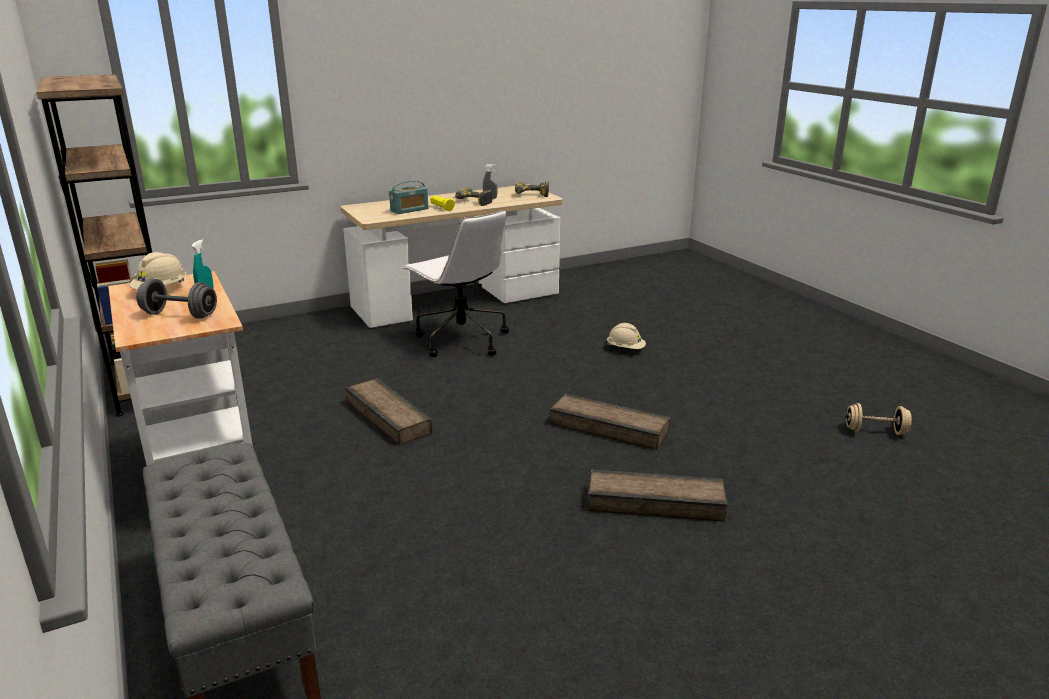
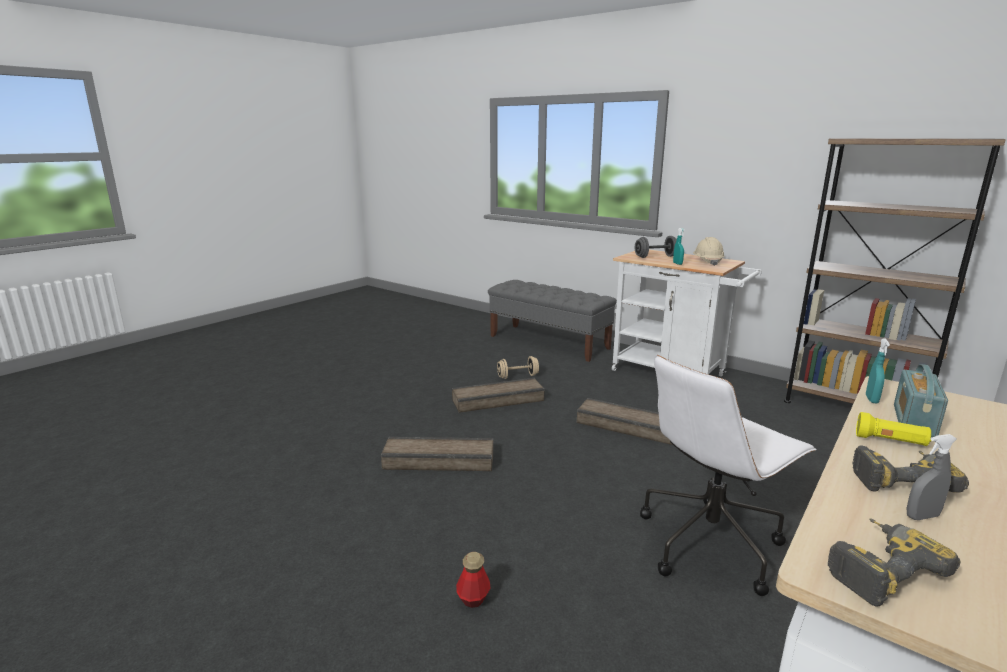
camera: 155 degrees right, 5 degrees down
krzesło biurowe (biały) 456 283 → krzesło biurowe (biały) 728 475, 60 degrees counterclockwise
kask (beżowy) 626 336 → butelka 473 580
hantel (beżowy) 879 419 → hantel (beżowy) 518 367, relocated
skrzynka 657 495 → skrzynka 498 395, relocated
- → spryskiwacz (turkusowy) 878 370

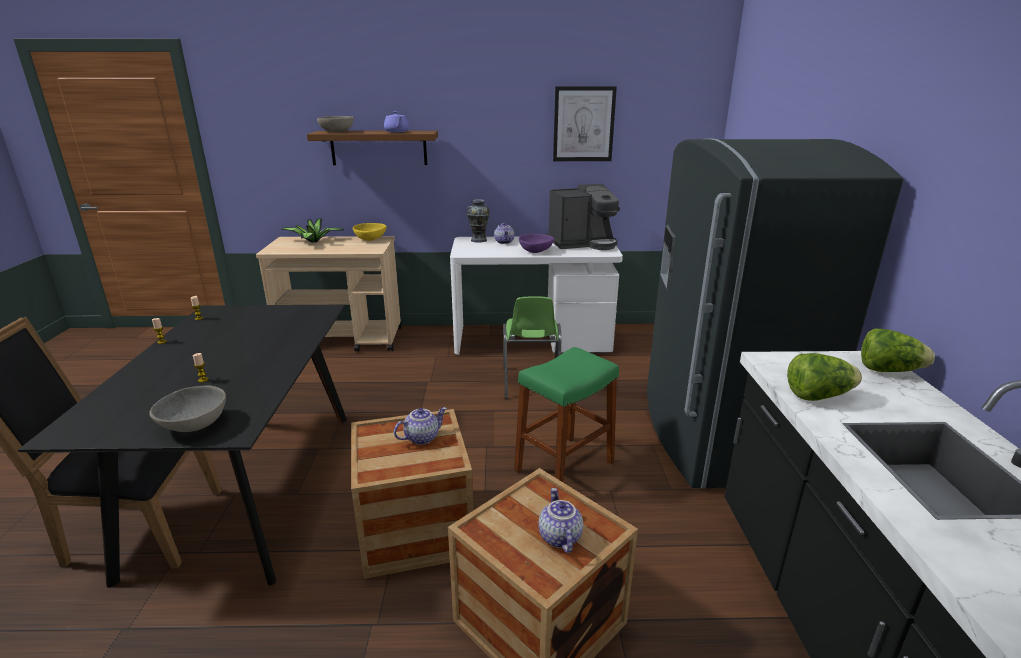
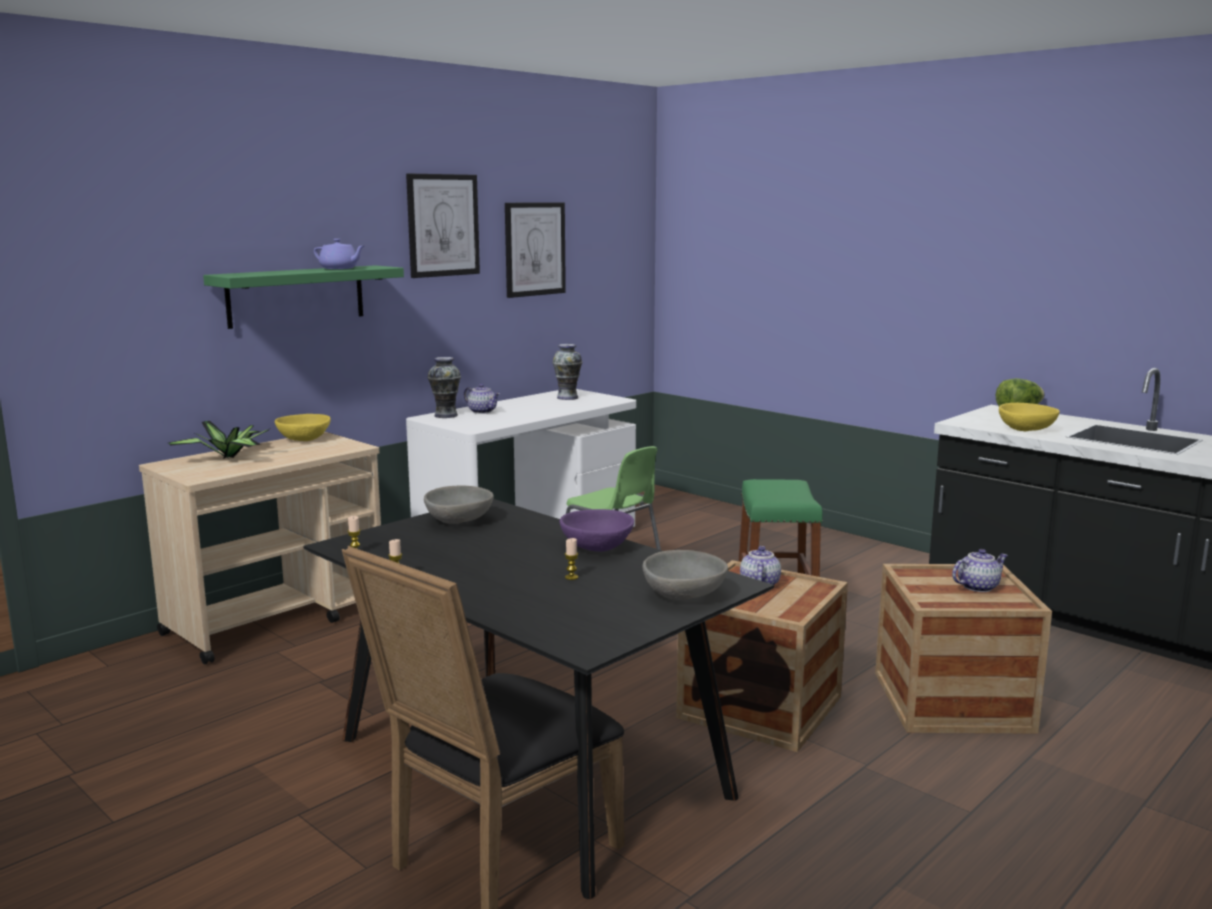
camera: 45 degrees left, 10 degrees down
miska (szary) 335 124 → miska (szary) 459 505, relocated
półka (brązowy) 372 148 → półka (zielony) 303 297
lodówka (szary) 775 313 → -
ekspres do kawy 583 217 → wazon 567 372
miska (fioletowy) 536 243 → miska (fioletowy) 597 530, relocated
sałata 824 377 → miska (żółty) 1029 417
imbryk 560 520 → imbryk 980 570, 120 degrees clockwise
- → obraz 443 226

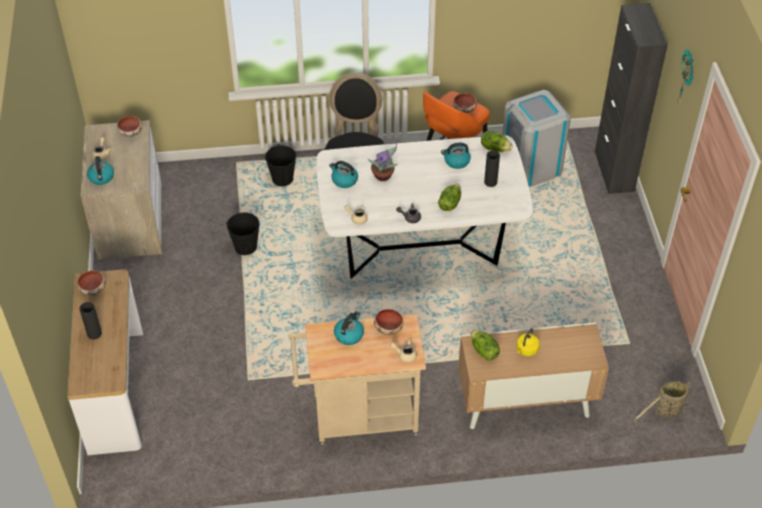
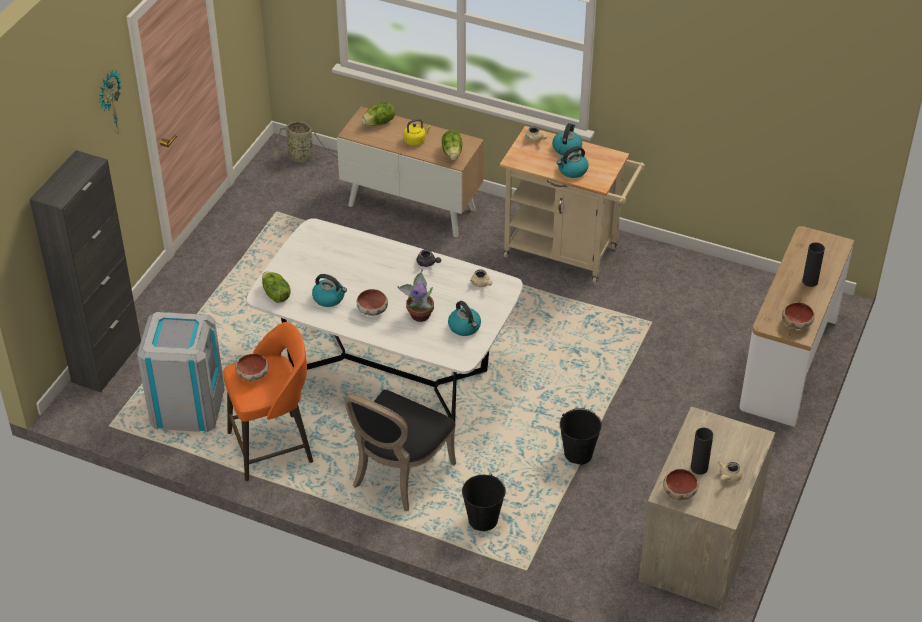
camera: 150 degrees left, 5 degrees down
wazon (czarny) 492 169 → wazon (czarny) 702 451, relocated
czajnik 100 170 → czajnik 567 139, relocated
sałata 449 197 → sałata 378 114, relocated
miska 388 322 → miska 372 302, relocated

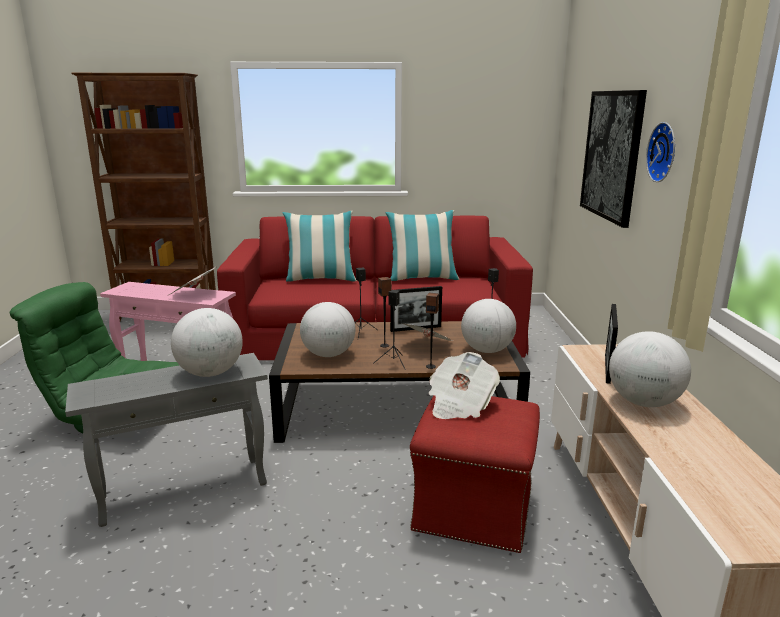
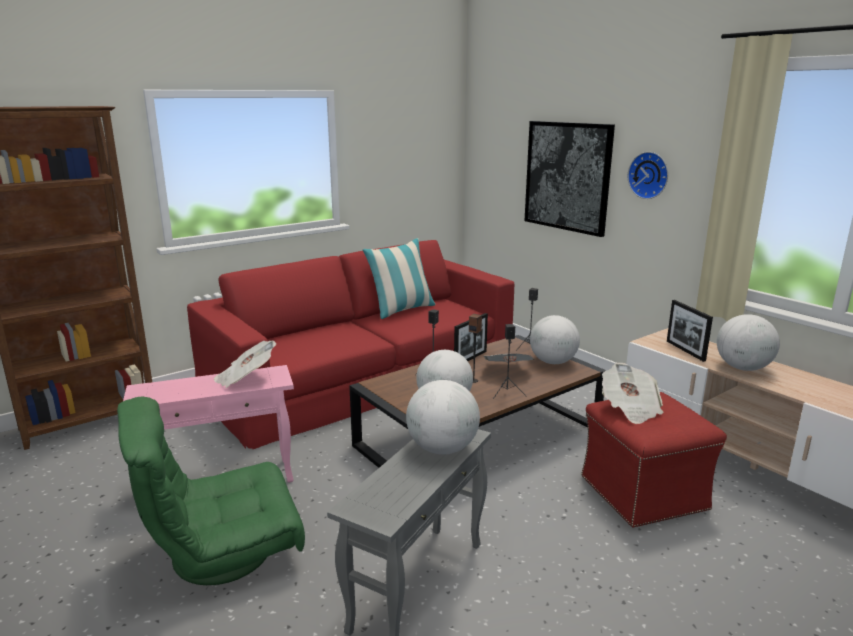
camera: 35 degrees left, 0 degrees up
poduszka 319 246 → -
głośnik 432 331 → -

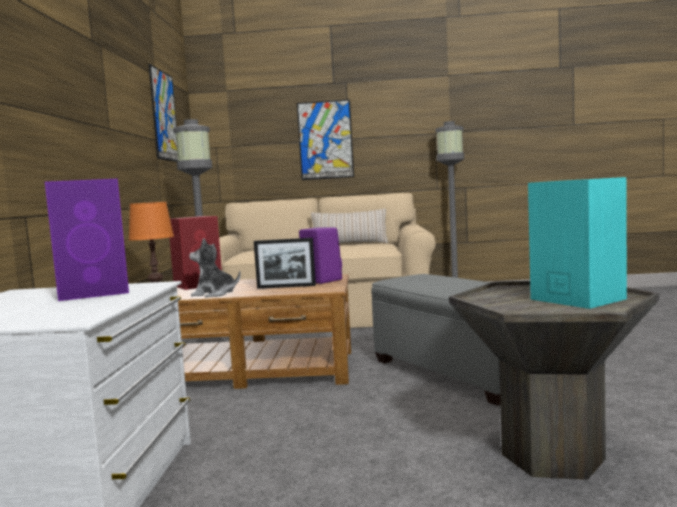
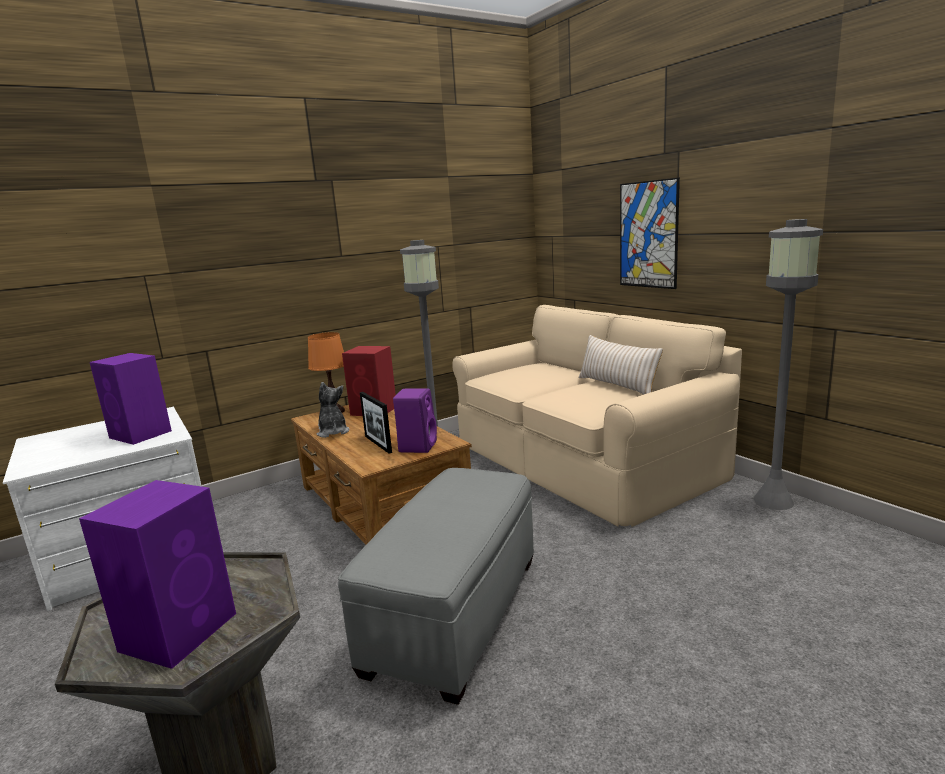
camera: 55 degrees right, 10 degrees up
obraz 163 113 → -
głośnik (turkusowy) 577 243 → głośnik (fioletowy) 157 574

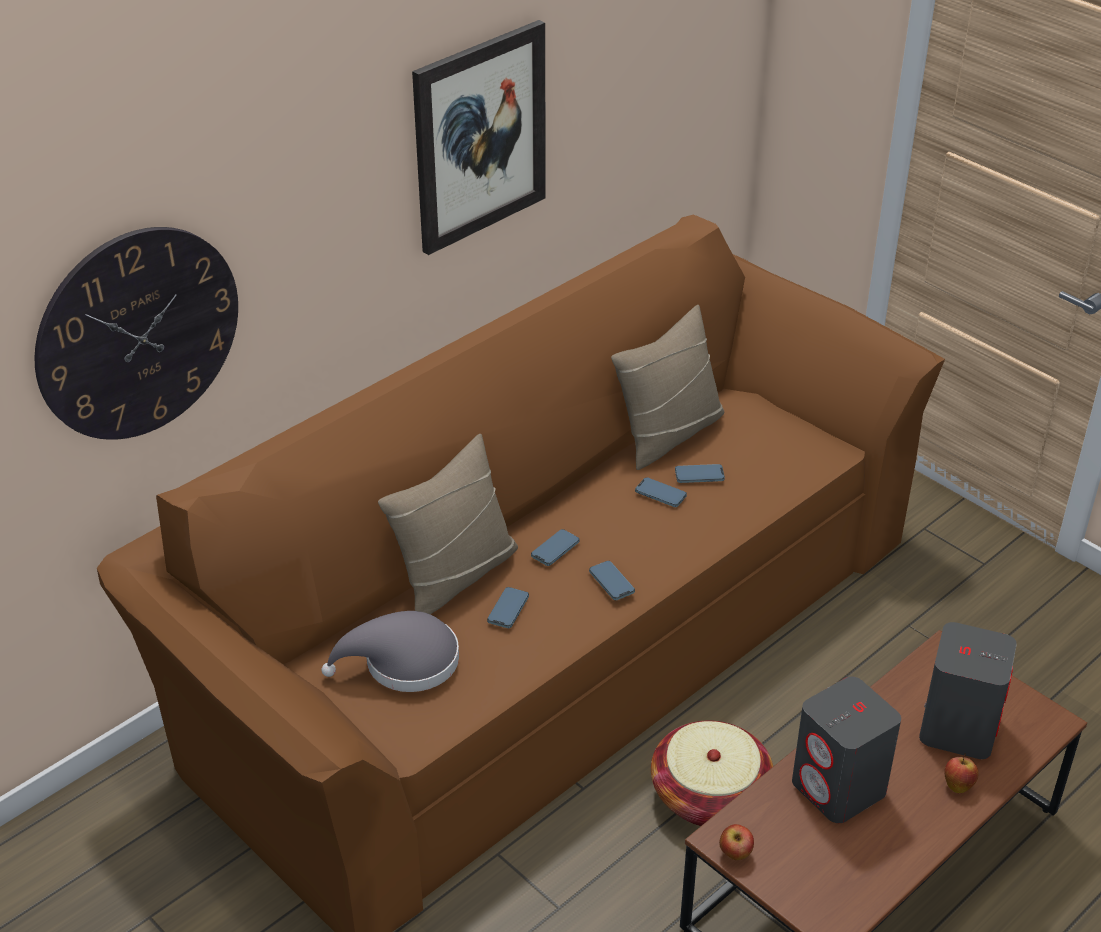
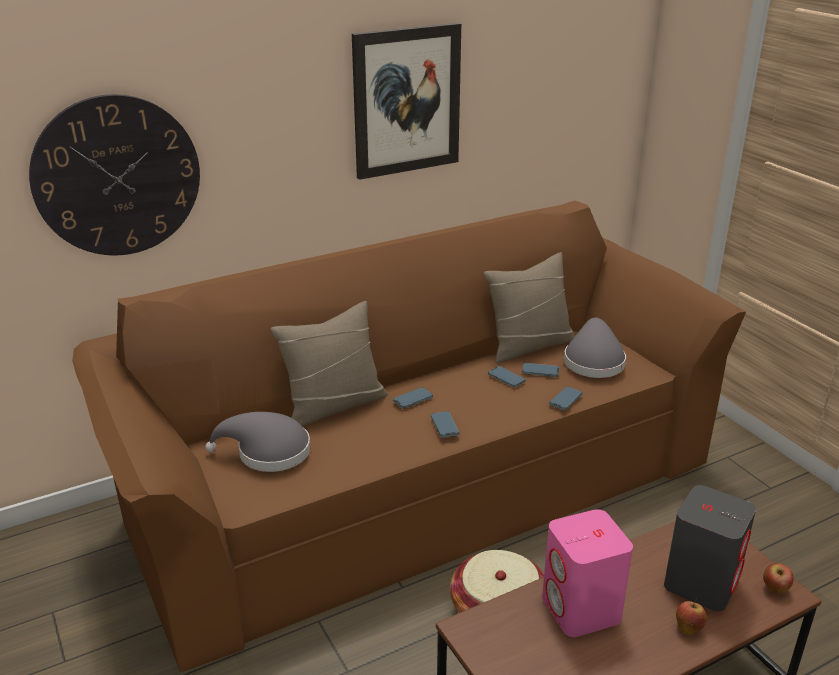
camera: 15 degrees right, 10 degrees down
telefon 508 607 → telefon 565 398, relocated
głośnik (szary) 846 750 → głośnik (różowy) 587 573
jabłko 736 842 → jabłko 778 578, relocated
- → kapelusz (szary) 595 348

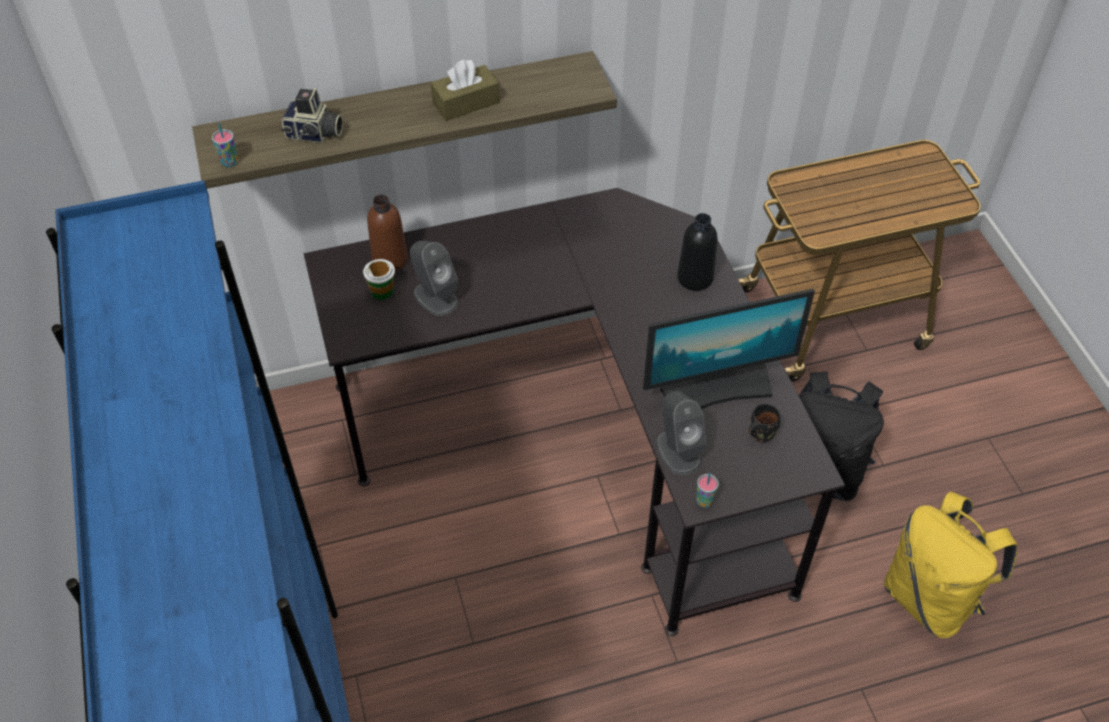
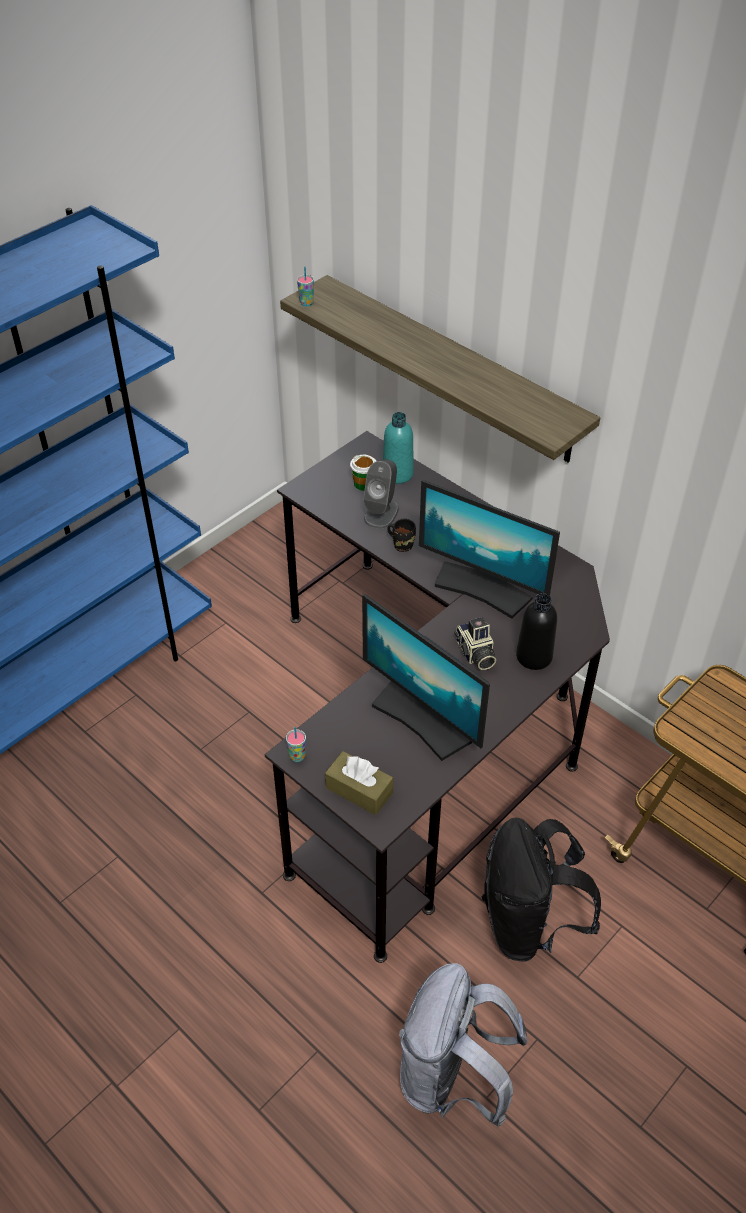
camera: 60 degrees right, 5 degrees down
pudełko chusteczek (brązowy) 465 90 → pudełko chusteczek (brązowy) 359 783, relocated
aparat fotograficzny 312 115 → aparat fotograficzny 475 643, relocated
butelka (brązowy) 387 232 → butelka (turkusowy) 398 448
głośnik (szary) 681 433 → -
kubek (czarny) 765 423 → kubek (czarny) 401 535, relocated
plecak (żółty) 950 565 → plecak (szary) 463 1045
- → monitor 489 549

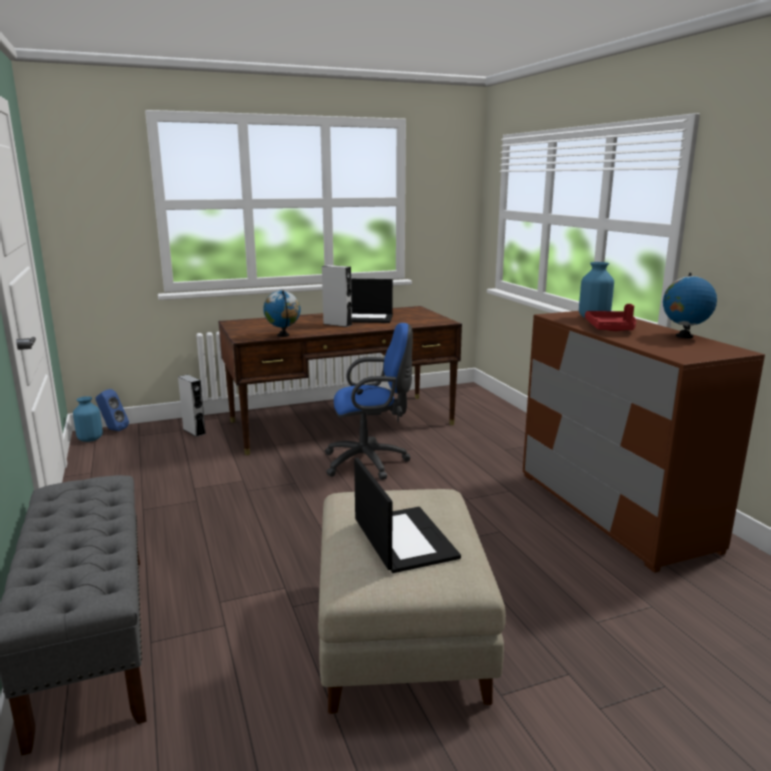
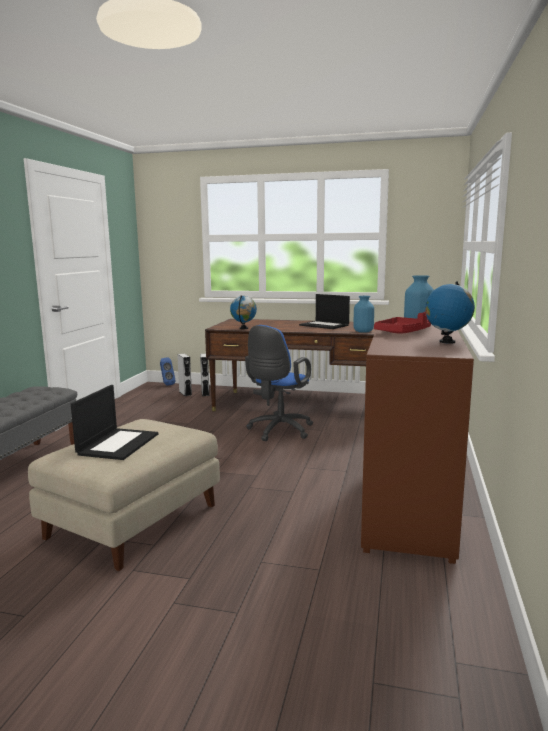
camera: 35 degrees right, 5 degrees down
głośnik (szary) 337 296 → głośnik (szary) 184 375, relocated
krzesło biurowe (niebieski) 369 401 → krzesło biurowe (niebieski) 279 383, 90 degrees clockwise
wazon (niebieski) 88 419 → wazon (niebieski) 364 314, relocated

